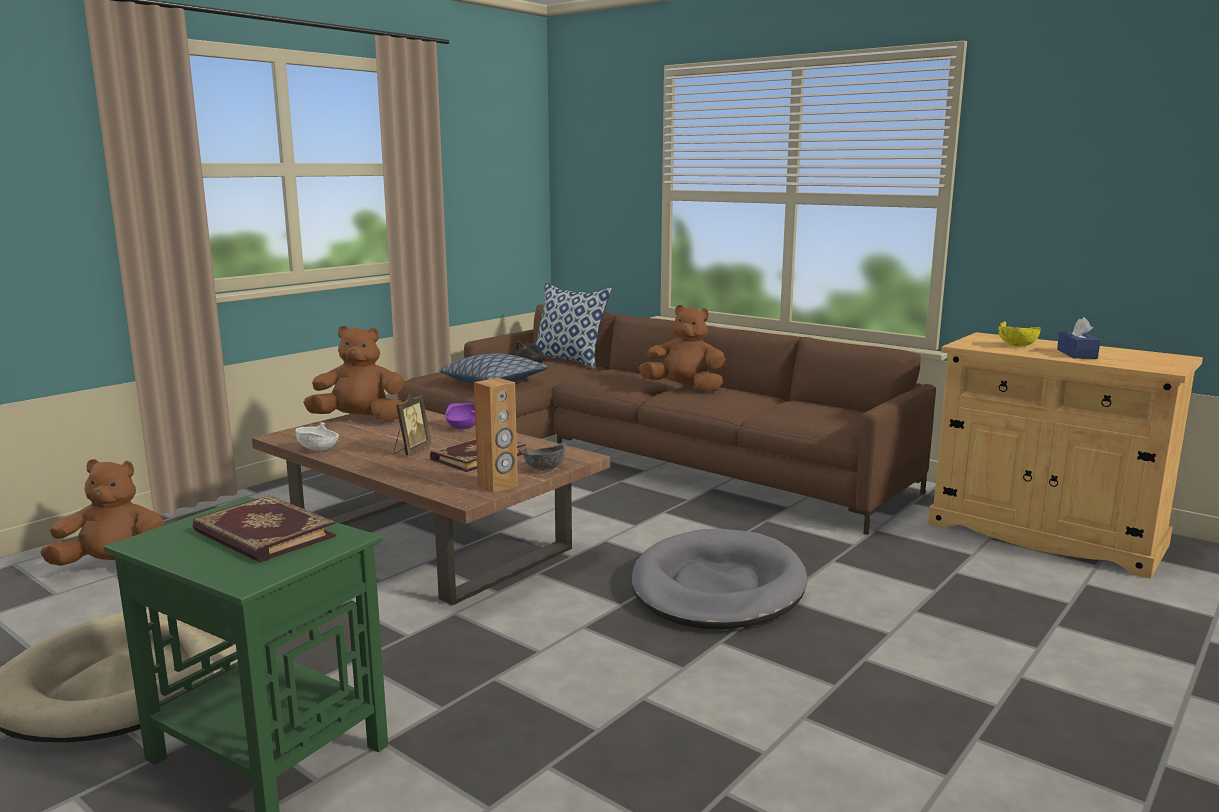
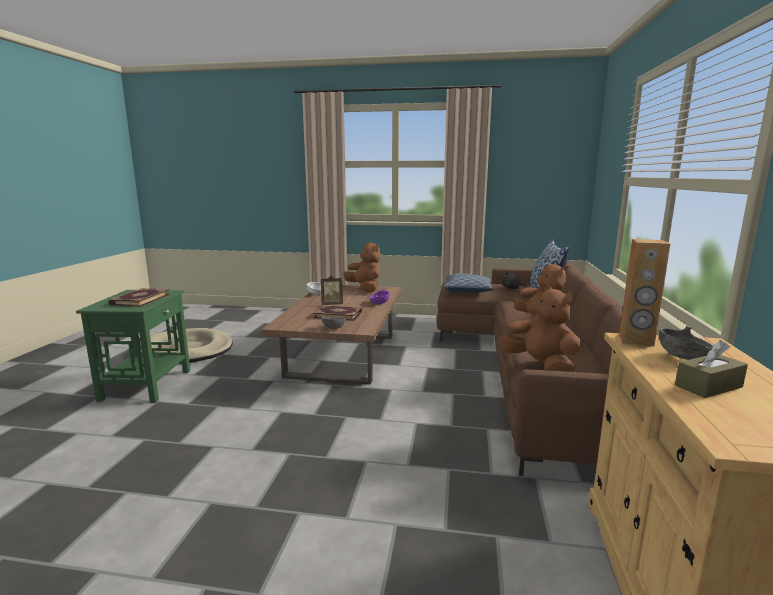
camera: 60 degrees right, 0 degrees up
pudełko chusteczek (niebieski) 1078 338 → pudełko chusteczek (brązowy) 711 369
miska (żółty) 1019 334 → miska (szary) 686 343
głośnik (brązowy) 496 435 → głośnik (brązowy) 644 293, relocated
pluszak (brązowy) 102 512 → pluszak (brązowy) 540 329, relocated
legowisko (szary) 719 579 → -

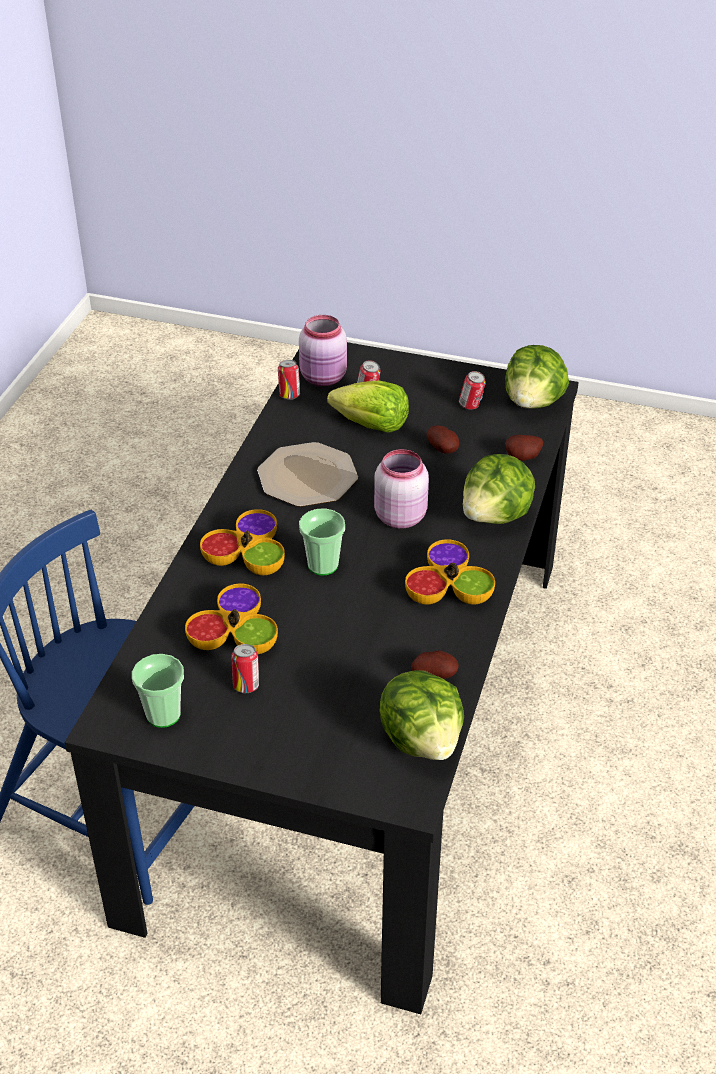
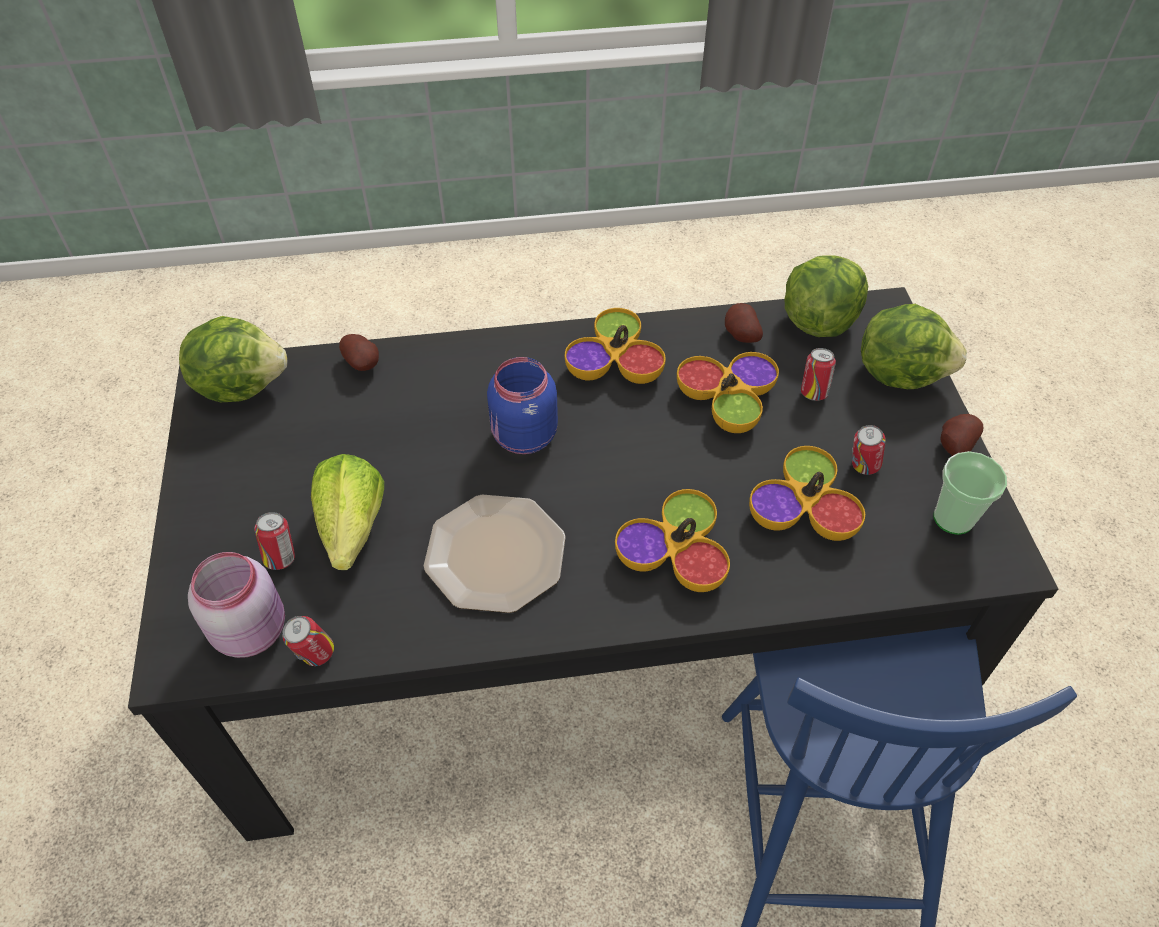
camera: 115 degrees left, 10 degrees up
puszka 472 390 → puszka 818 374, relocated
ziemniak 442 439 → ziemniak 961 435, relocated
słoik (różowy) 401 488 → słoik (niebieski) 522 405
sałata 499 489 → sałata 914 346, relocated
filiżanka 322 542 → -
- → miska 728 392

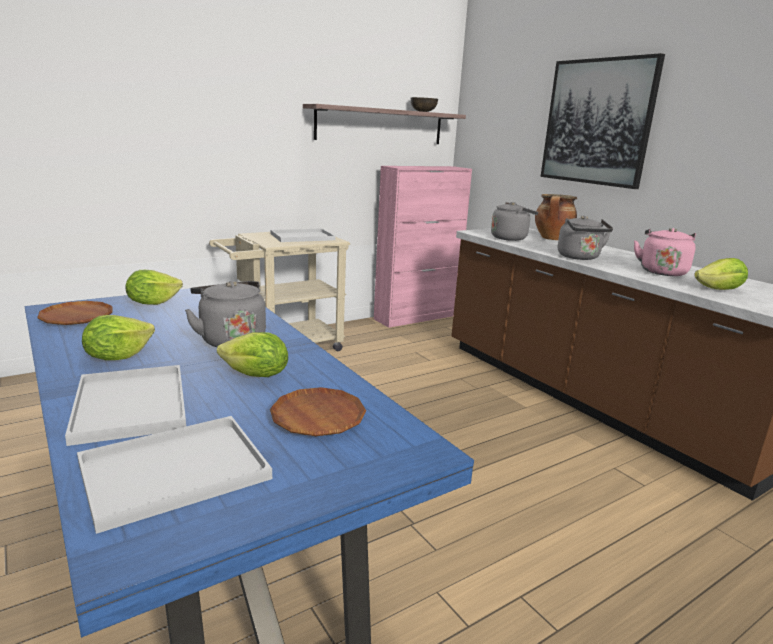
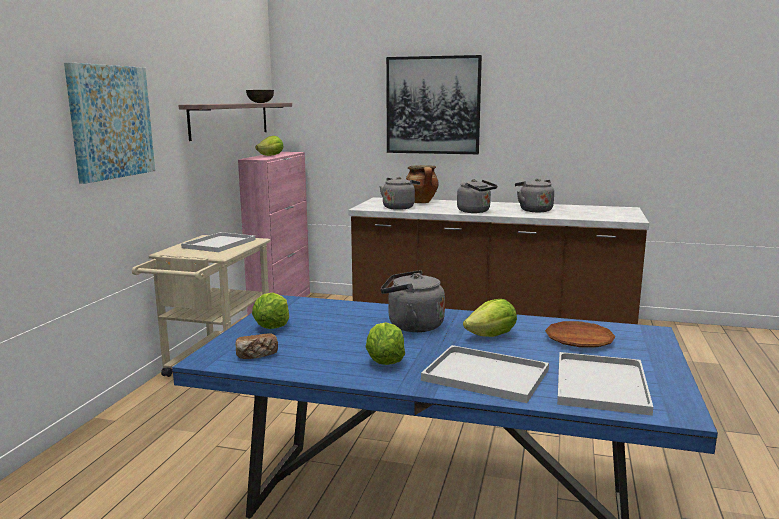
camera: 40 degrees left, 5 degrees down
czajnik (różowy) 665 252 → czajnik (szary) 534 195
sałata 721 274 → sałata 269 146, relocated
talerz (brązowy) 75 313 → chleb 257 346
- → obraz 109 123

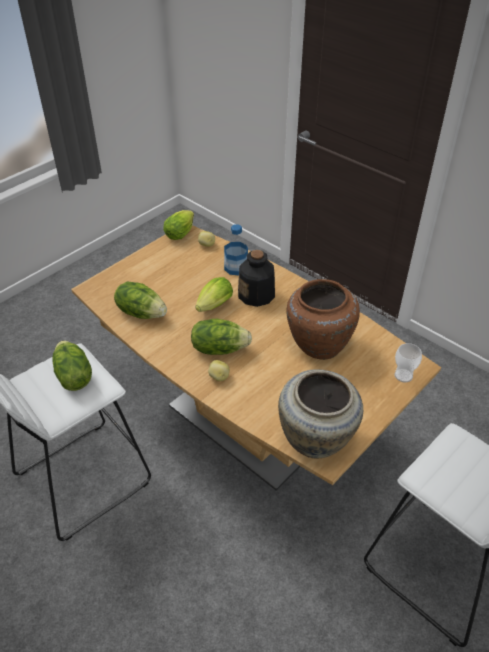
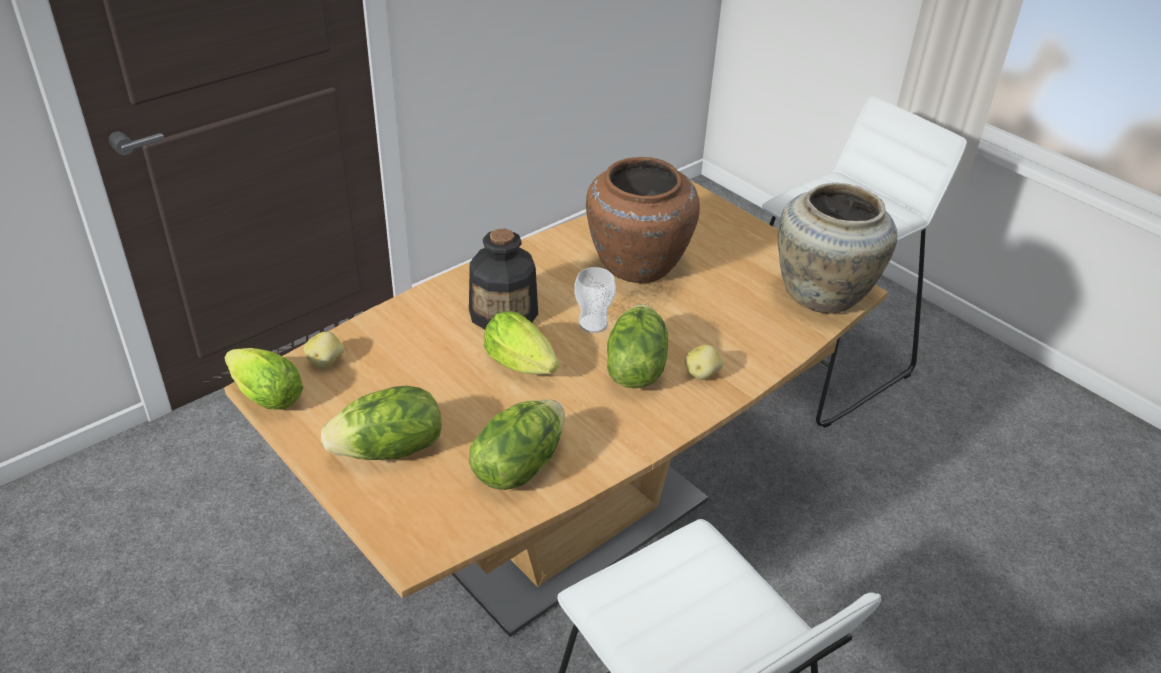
camera: 85 degrees left, 5 degrees down
butelka 236 250 → -
sałata 72 365 → sałata 381 423, relocated
filiżanka 408 363 → filiżanka 595 300, relocated

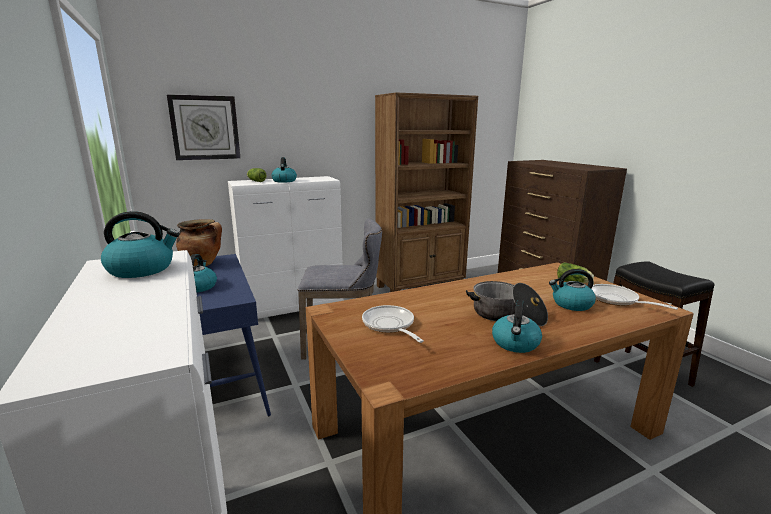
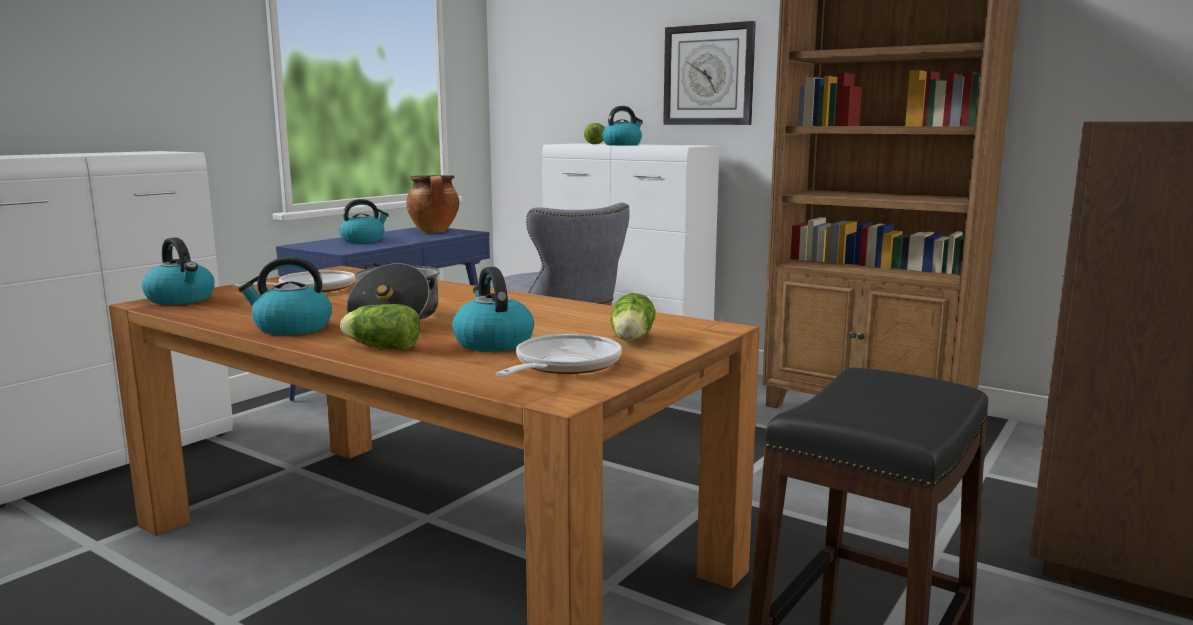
camera: 60 degrees right, 5 degrees down
zegar ścienny 204 127 → zegar ścienny 709 73, relocated
czajnik 140 244 → czajnik 178 271, relocated
- → sałata 380 327

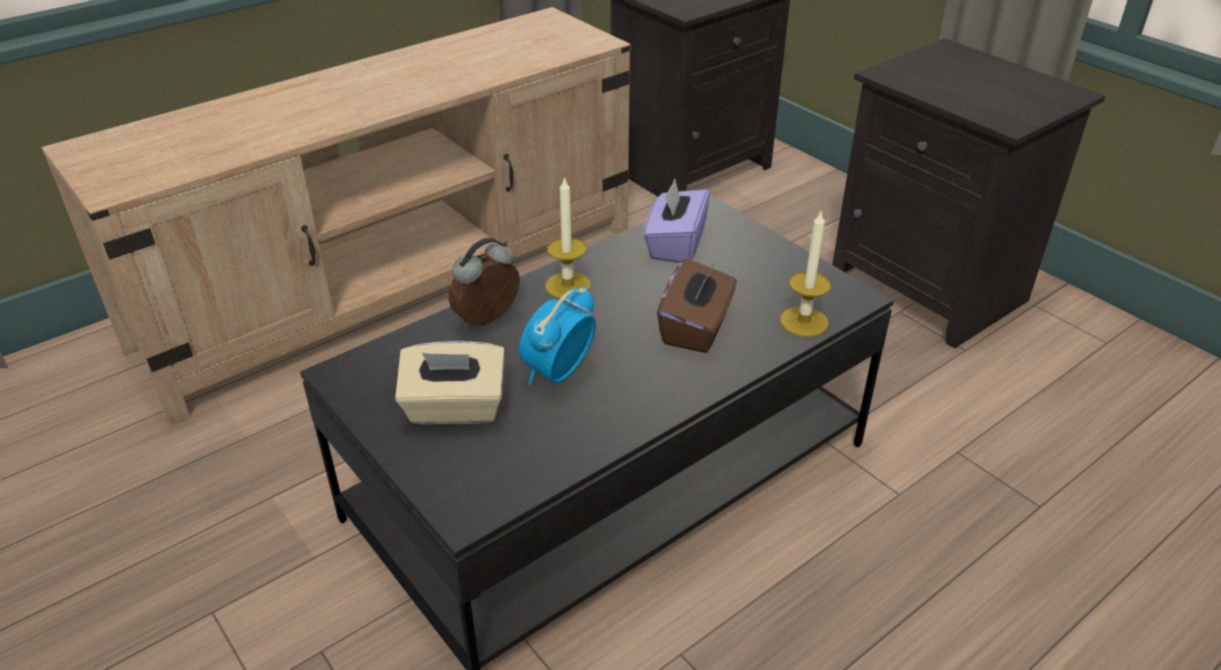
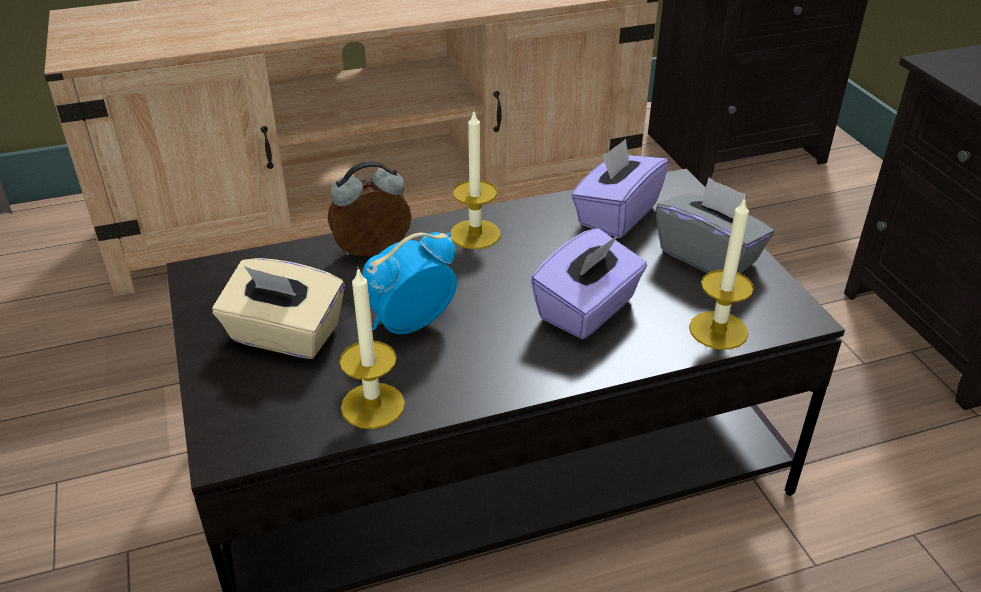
camera: 20 degrees right, 0 degrees up
pudełko chusteczek (brązowy) 697 305 → pudełko chusteczek (fioletowy) 589 283
- → pudełko chusteczek (szary) 715 225
- → świeca 372 348

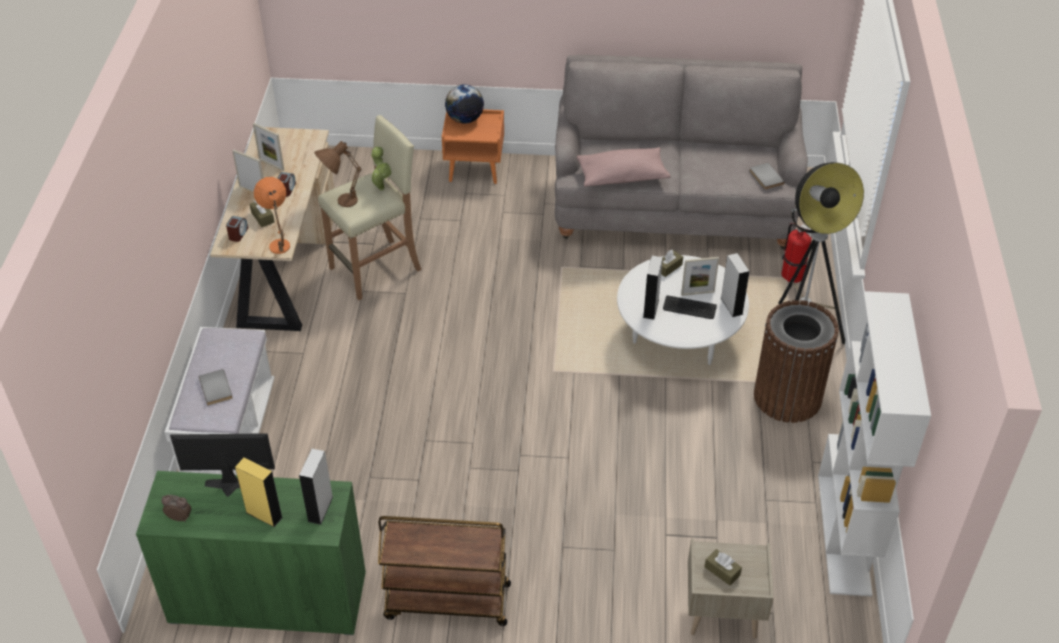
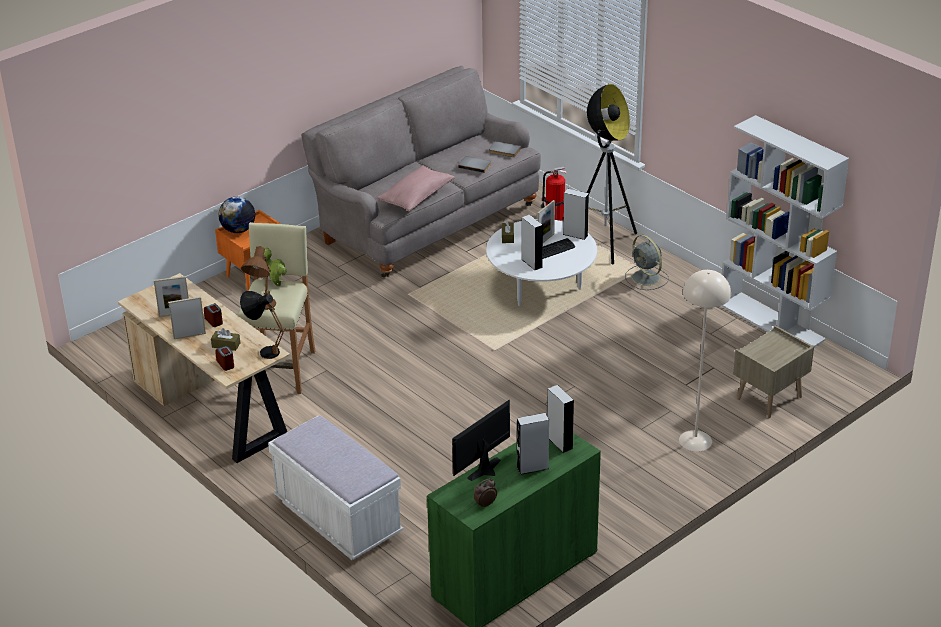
camera: 45 degrees left, 10 degrees down
lampa stołowa (pomarańczowy) 272 215 → lampa stołowa (czarny) 262 325
kosz na śmieci (brązowy) 796 361 → wentylator (szary) 647 262
książka (szary) 216 387 → książka (szary) 474 164, relocated
głośnik (żółty) 259 492 → głośnik (szary) 533 444
wózek (brązowy) 444 571 → -
pudełko chusteczek (brązowy) 723 567 → -
- → lampa stojąca (beżowy) 705 361

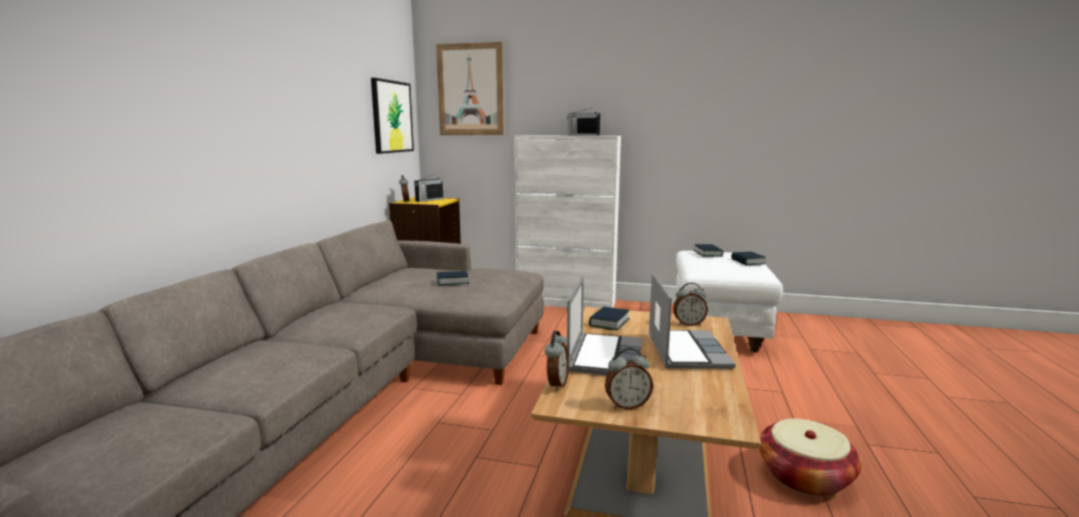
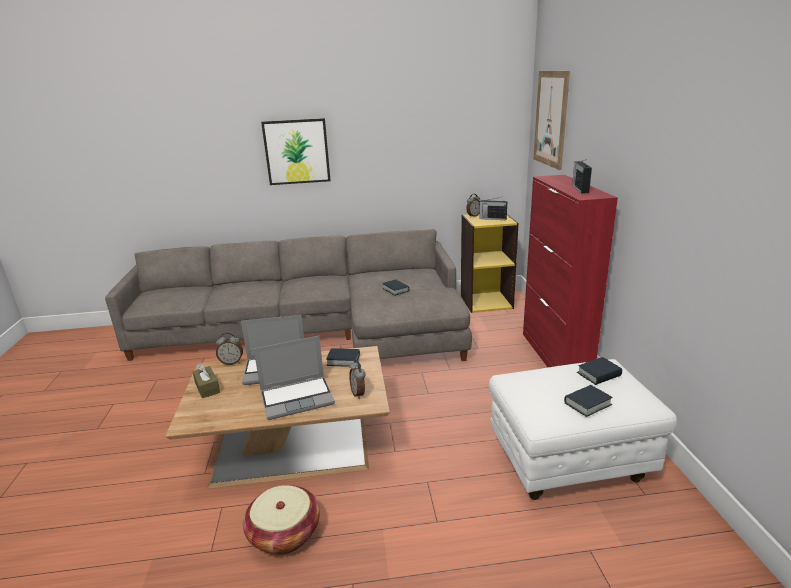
camera: 70 degrees right, 10 degrees up
obraz 392 116 → obraz 296 151, relocated
szafka (biały) 567 222 → szafka (czerwony) 570 271
budzik 629 379 → pudełko chusteczek (brązowy) 206 381

